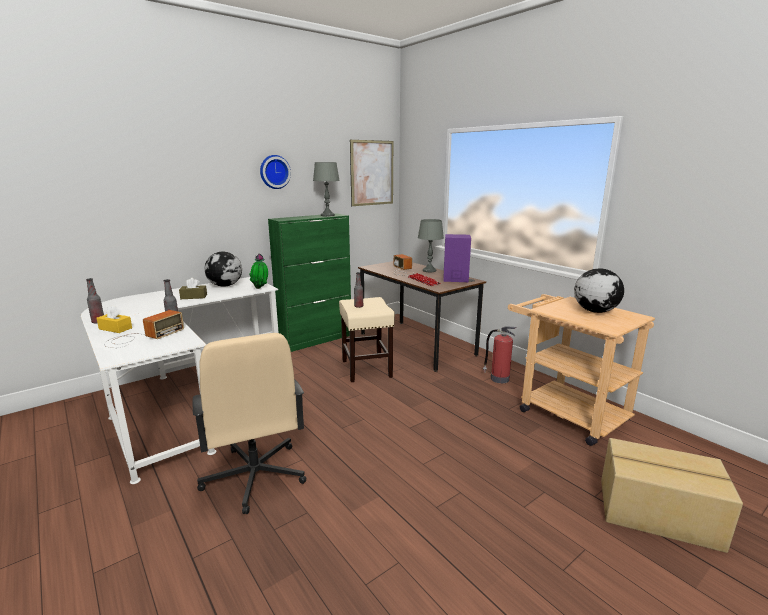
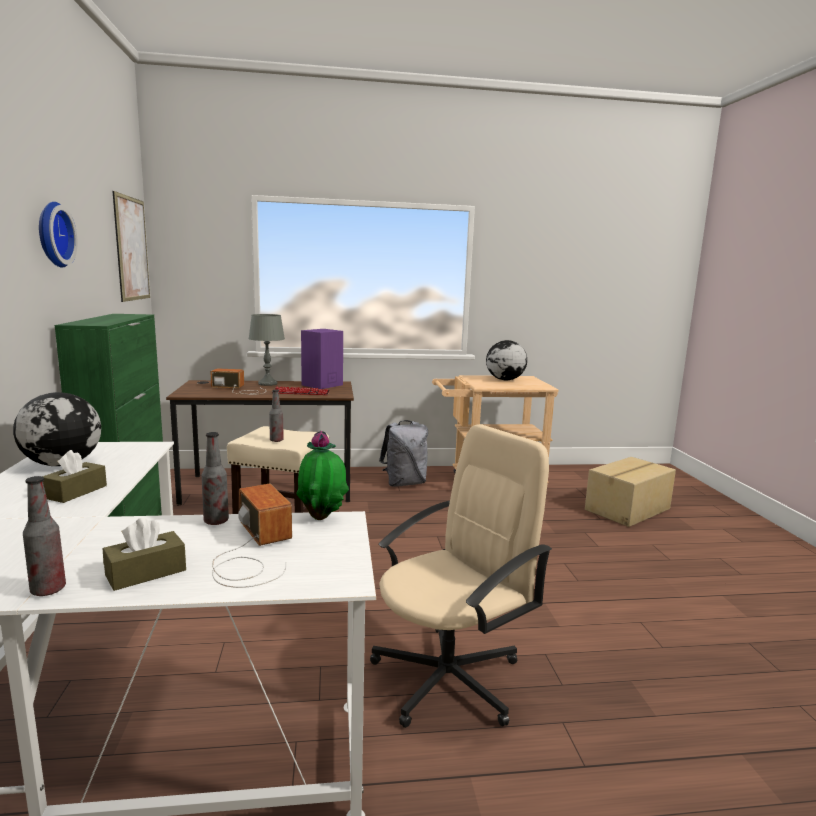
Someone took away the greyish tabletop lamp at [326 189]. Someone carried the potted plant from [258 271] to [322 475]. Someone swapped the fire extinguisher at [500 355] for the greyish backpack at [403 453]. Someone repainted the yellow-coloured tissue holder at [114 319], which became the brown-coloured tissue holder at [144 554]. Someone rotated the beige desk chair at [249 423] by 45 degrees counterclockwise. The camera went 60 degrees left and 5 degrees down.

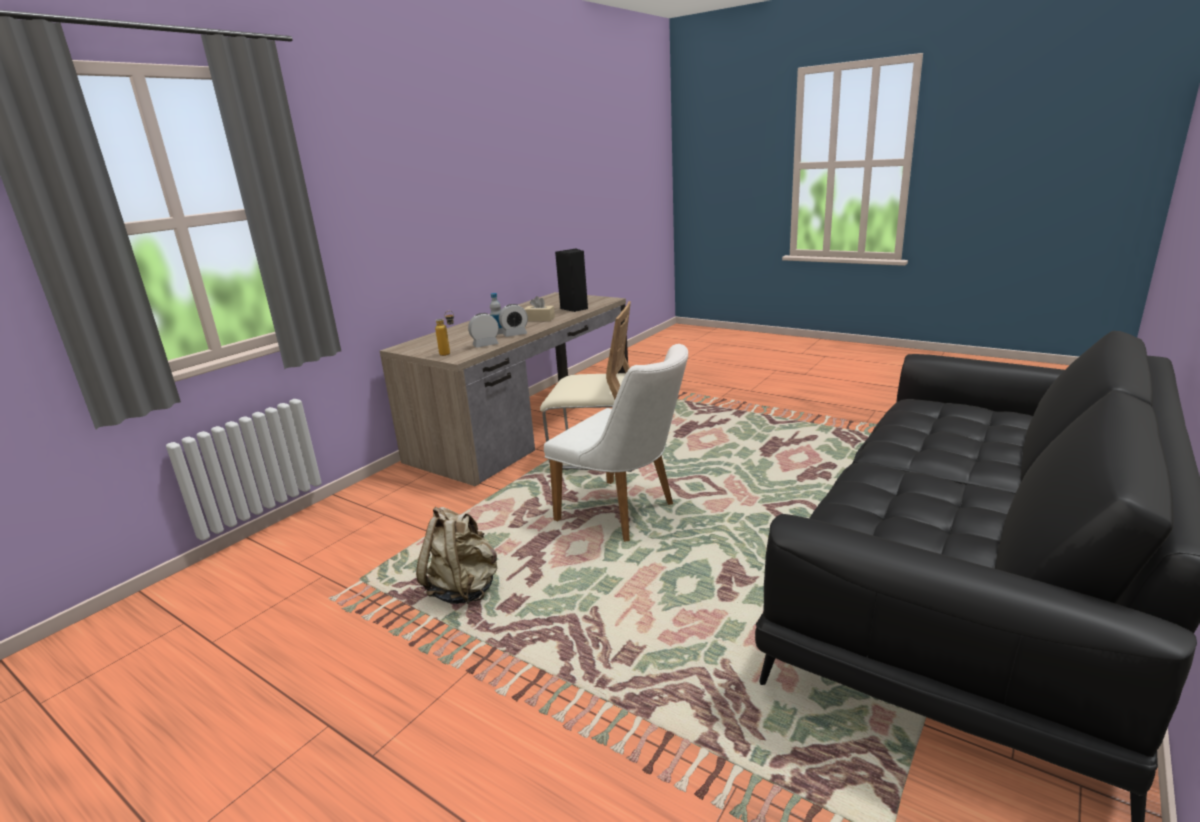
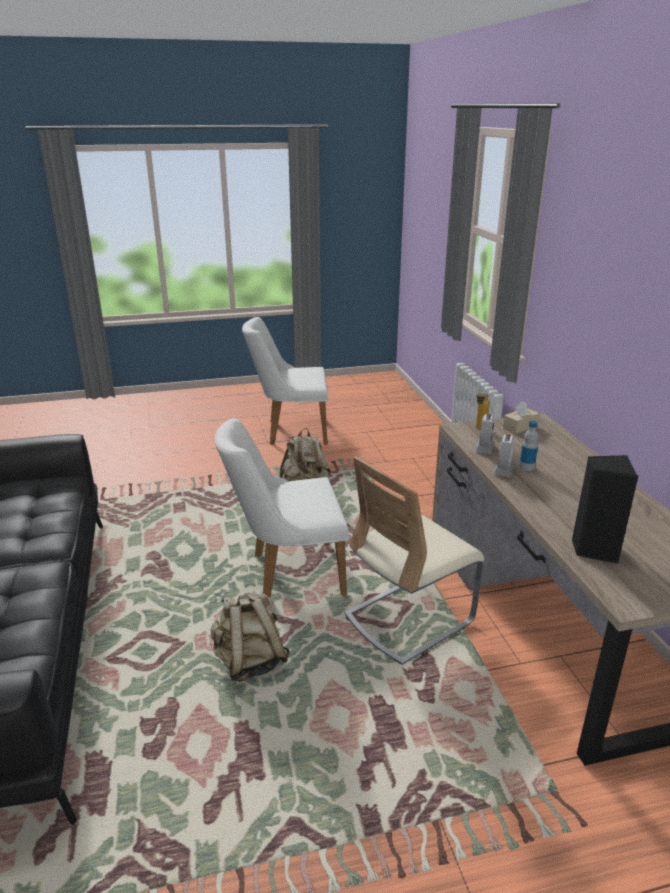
Someone put down the beige backpack at [250 635]. Someone put down the white-coloured plain chair at [285 381]. Someone carried the beige tissue holder from [539 308] to [521 417]. The camera went 130 degrees right and 5 degrees up.

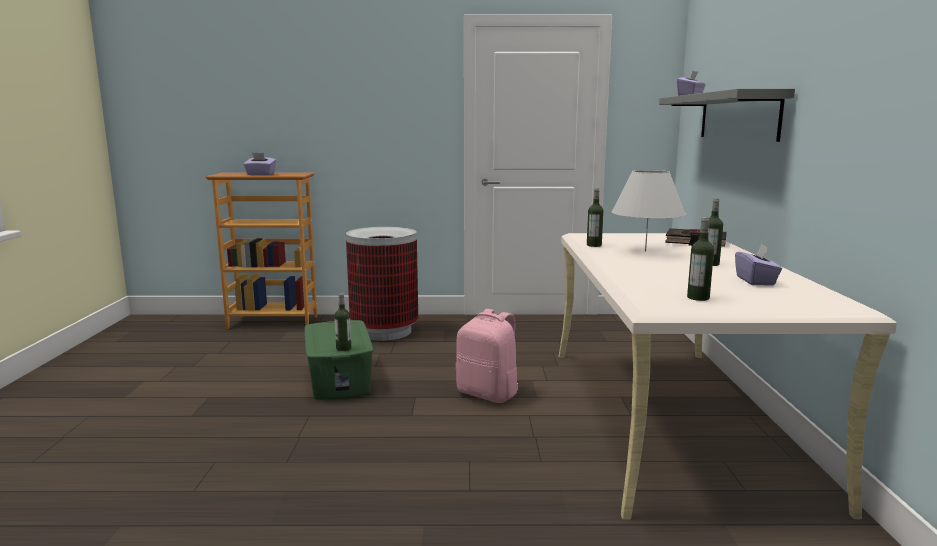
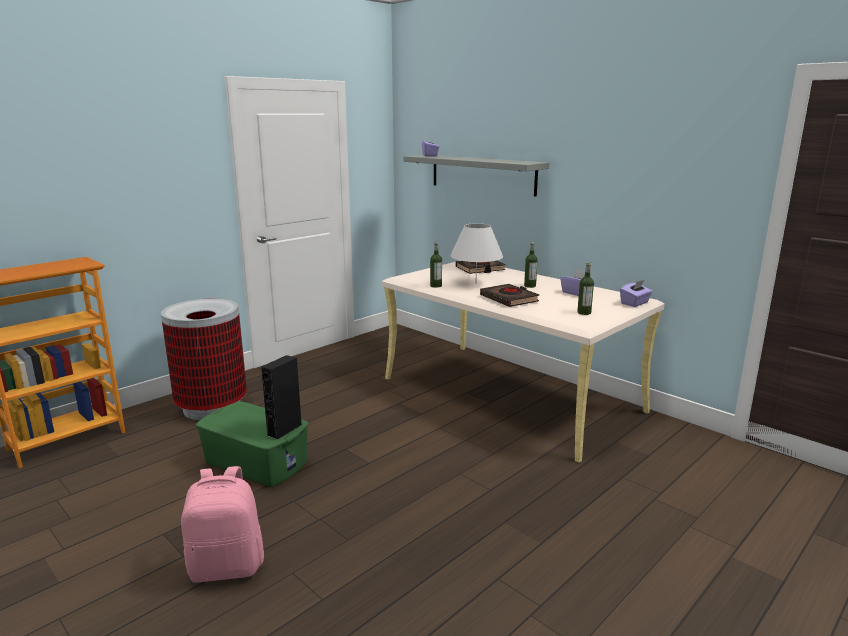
Someone put down the black bound book at [509 295]. Someone carried the purple tissue holder from [259 164] to [636 293]. Someone carried the pink-coloured backpack from [487 356] to [222 524]. Someone swapped the drink bottle at [342 322] for the black speaker at [281 397]. The camera went 45 degrees left and 5 degrees up.

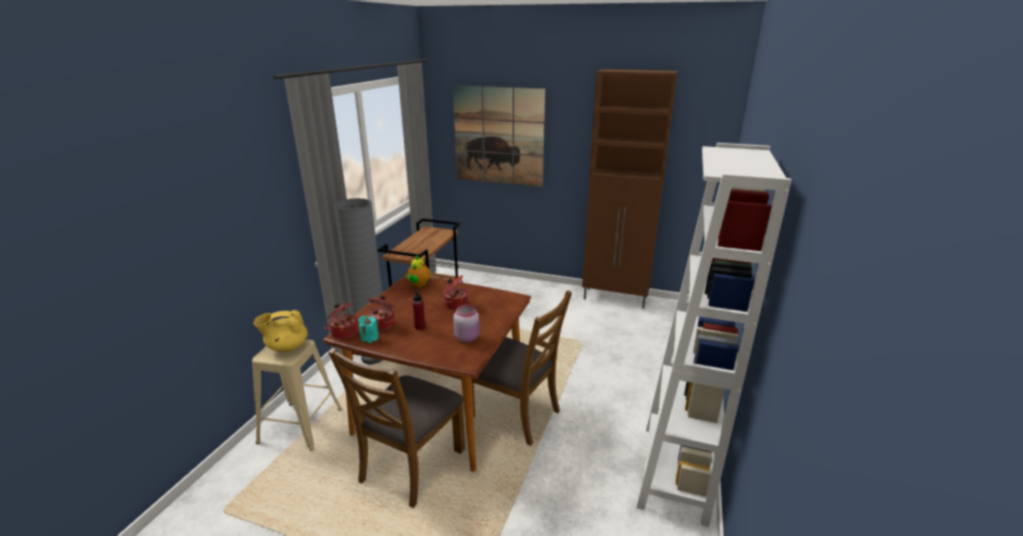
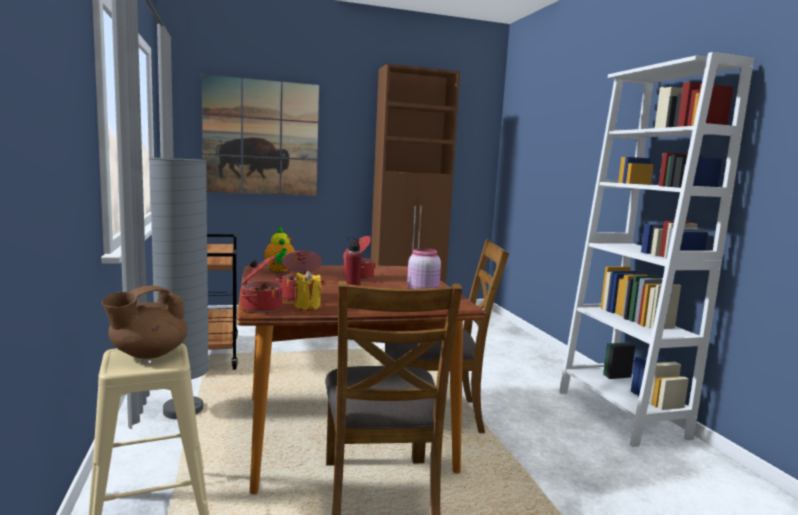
Someone repainted the yellow-coloured tea pot at [281 331], which became the brown-coloured tea pot at [144 322]. Someone repainted the blue-green wax candle at [368 329], which became the yellow-coloured wax candle at [308 290]. The camera went 35 degrees left and 15 degrees down.

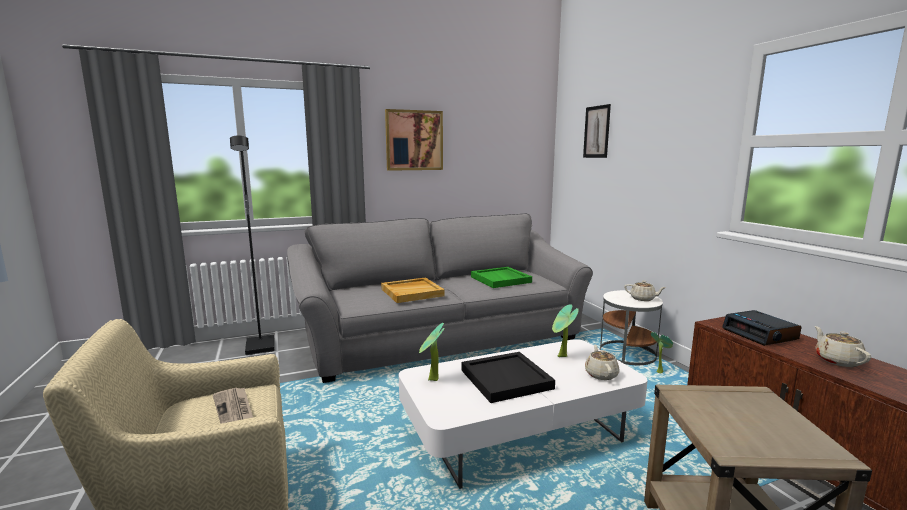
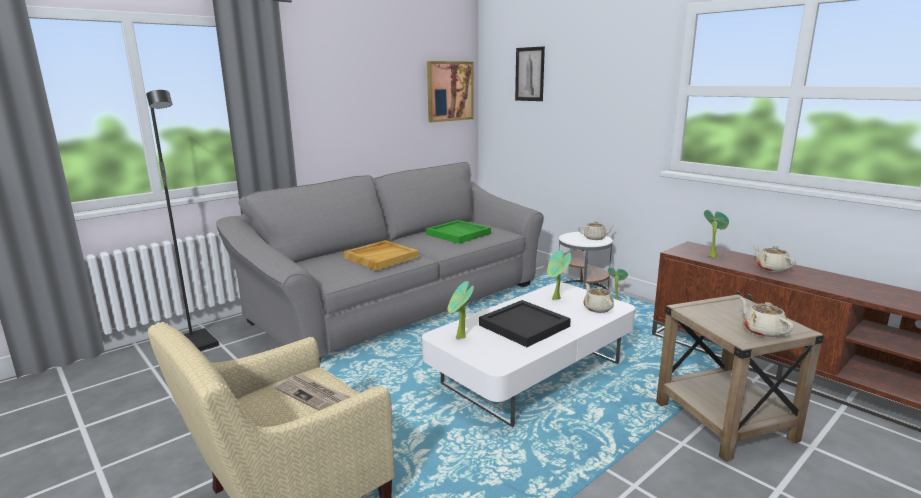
Someone put down the beige tea pot at [767 317]. Someone carried the picture from [414 140] to [450 91]. Someone swapped the alarm clock at [762 328] for the potted plant at [716 234]. The camera went 20 degrees left and 5 degrees up.

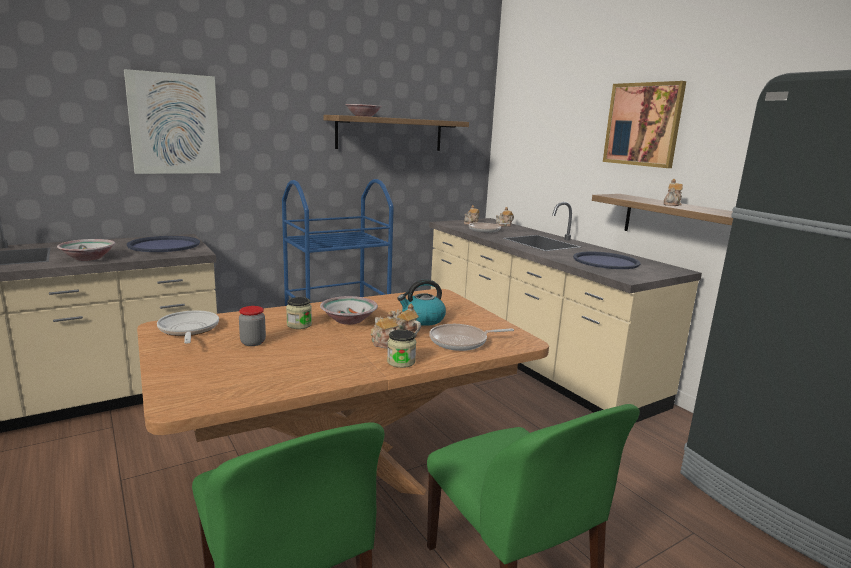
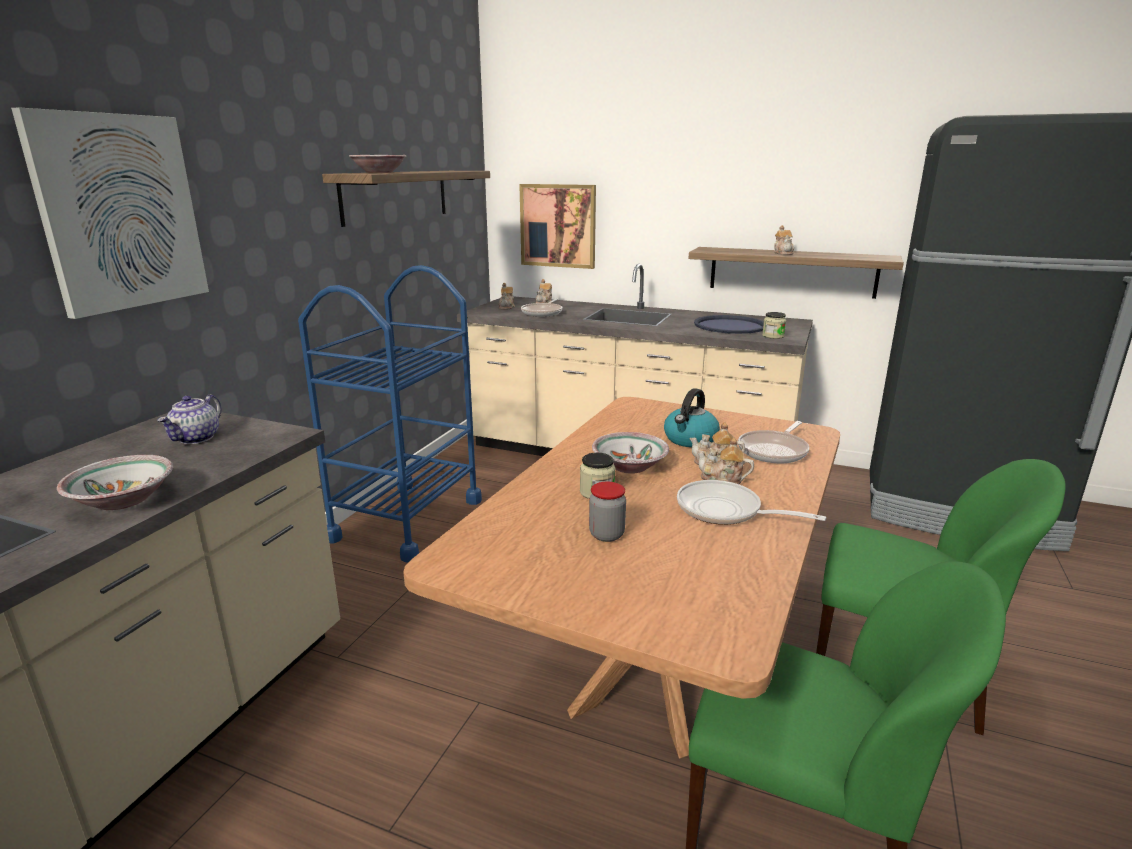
Someone carried the frying pan from [188 327] to [751 502]. Someone carried the storage jar from [401 349] to [774 325]. Someone carried the picture from [644 124] to [557 226]. Someone swapped the blue-coloured serving tray at [163 244] for the tea pot at [189 419]. The camera went 35 degrees left and 5 degrees up.

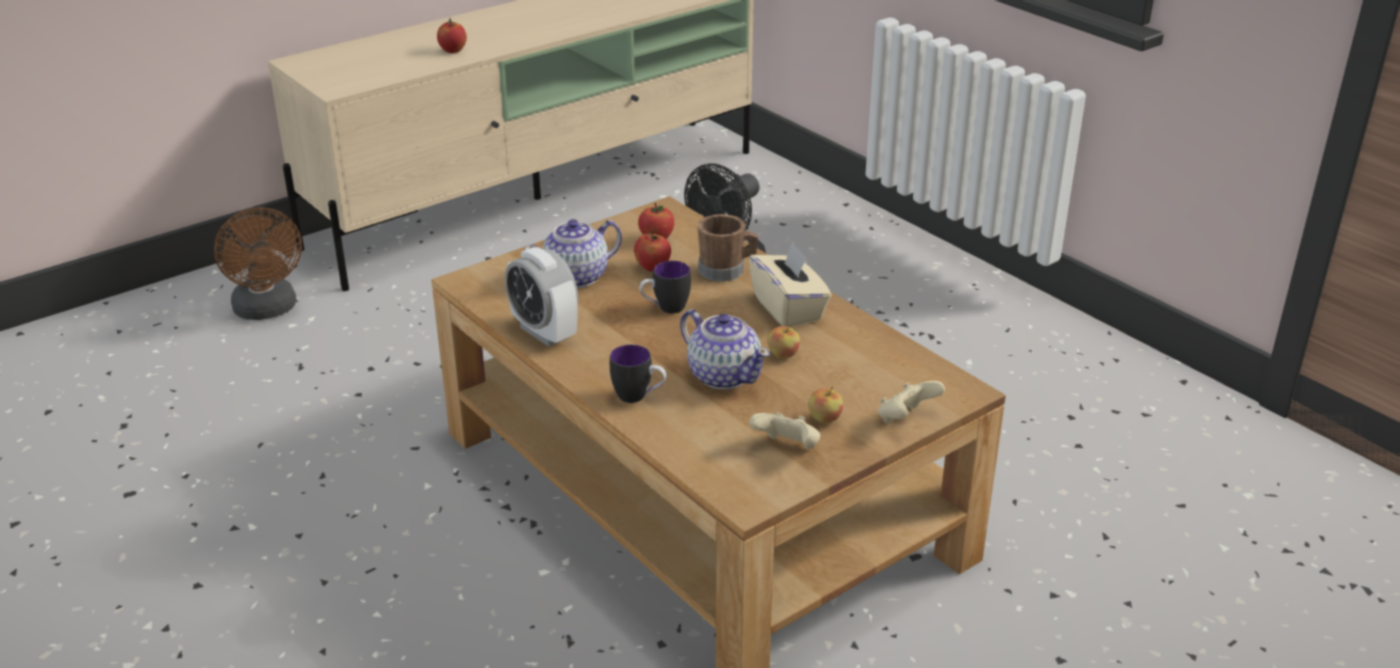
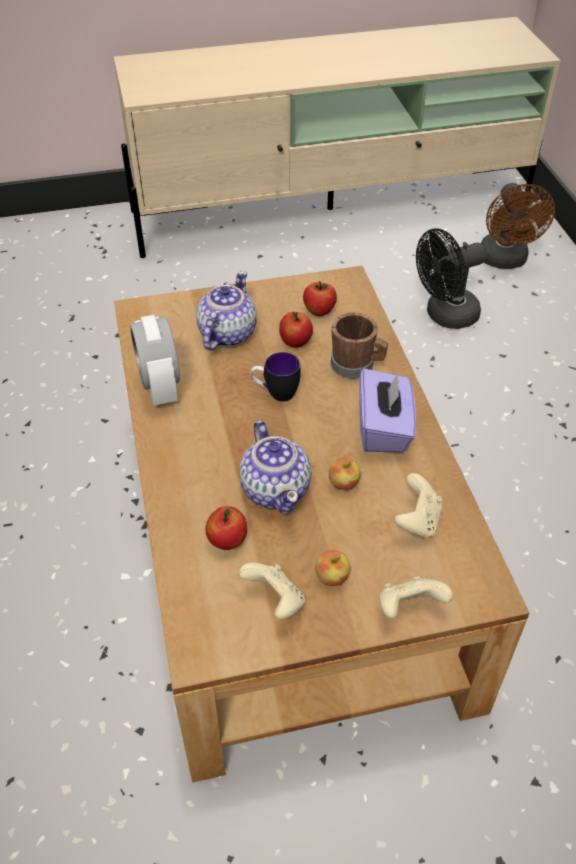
Someone took away the tea mug at [638 374]. Someone put down the beige gamepad at [418 506]. Someone carried the brown-coloured fan from [258 263] to [518 226]. Someone carried the apple fruit from [452 35] to [226 528]. Someone repainted the beige tissue holder at [790 284], which became the purple tissue holder at [387 411]. Someone rotated the tea pot at [573 253] by 120 degrees clockwise. The camera went 25 degrees right and 15 degrees up.

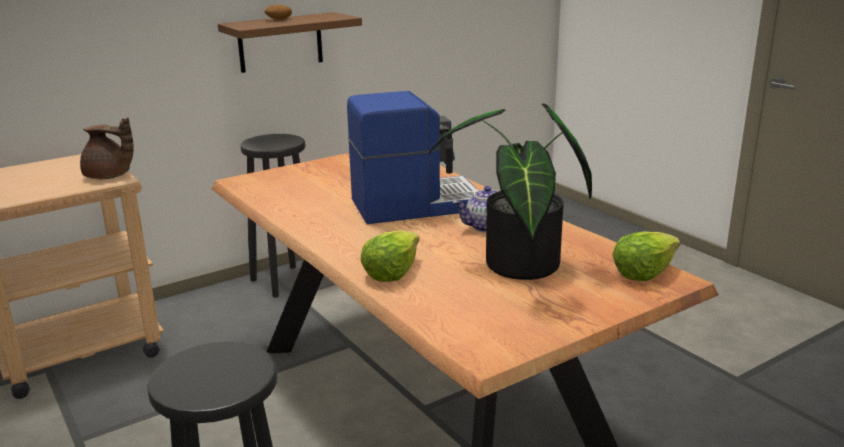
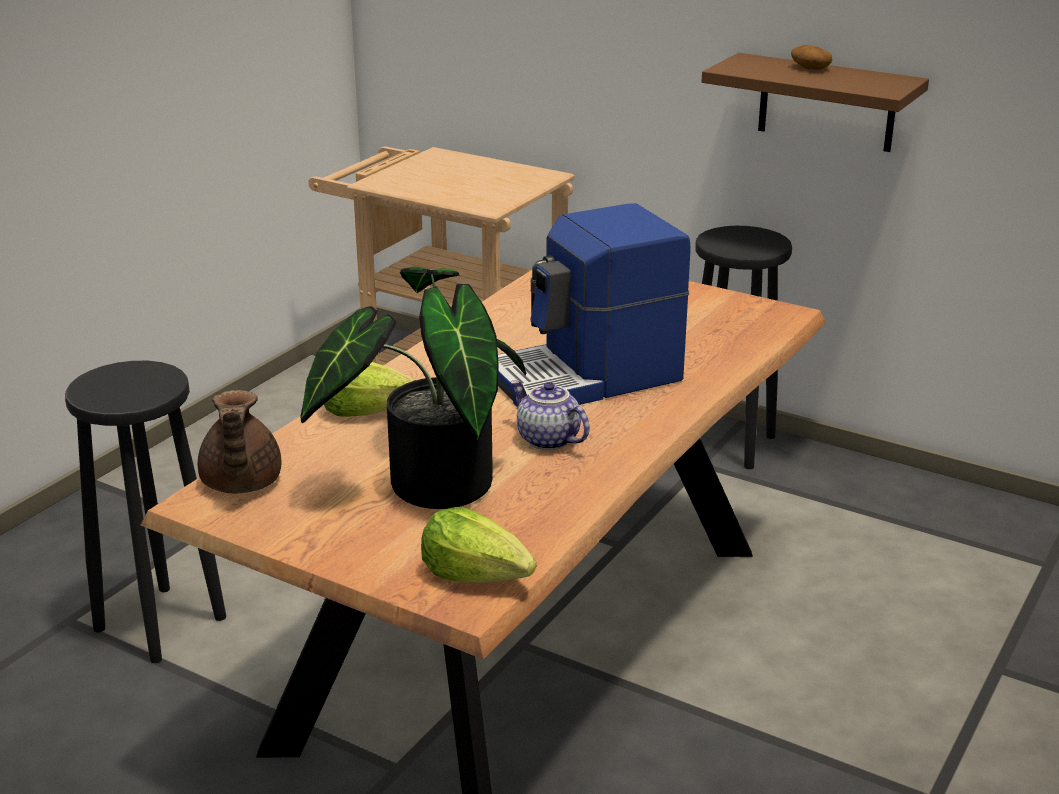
Someone carried the brown-coloured tea pot from [107 148] to [239 441]. Someone rotated the coffee brewer at [413 157] by 105 degrees clockwise. The camera went 65 degrees right and 5 degrees up.

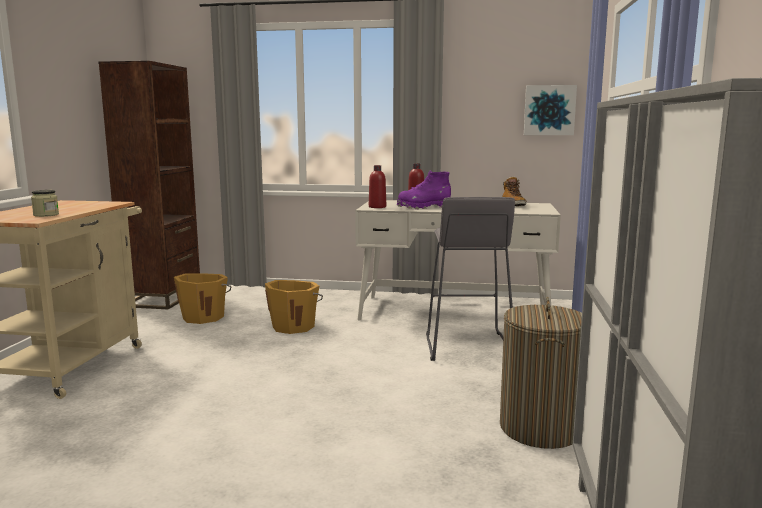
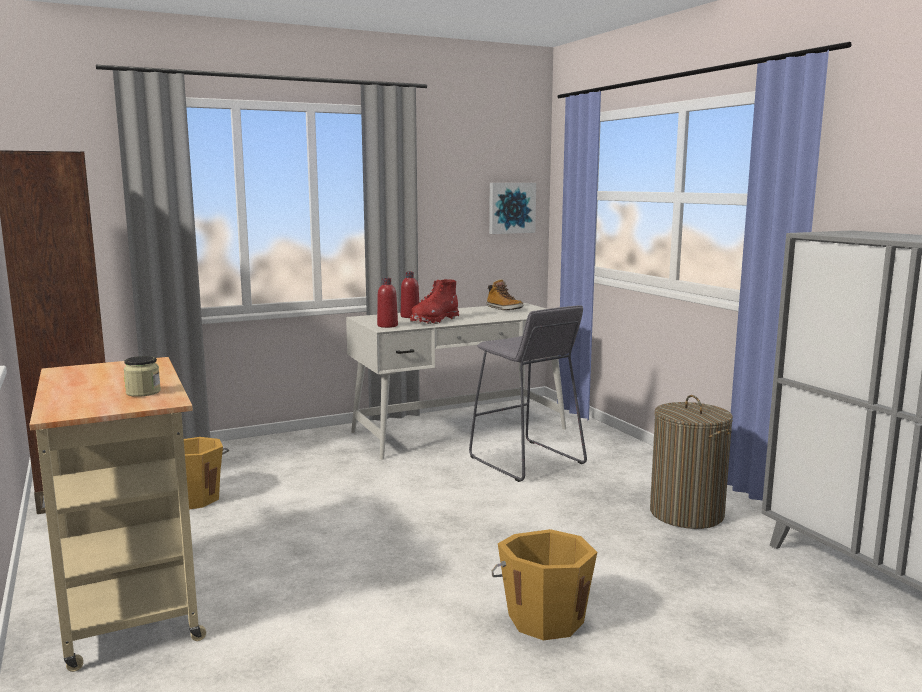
Someone carried the orange water bucket from [294 307] to [544 584]. Someone repainted the purple boot at [424 190], which became the reddish boot at [434 301]. The camera went 35 degrees left and 0 degrees up.

